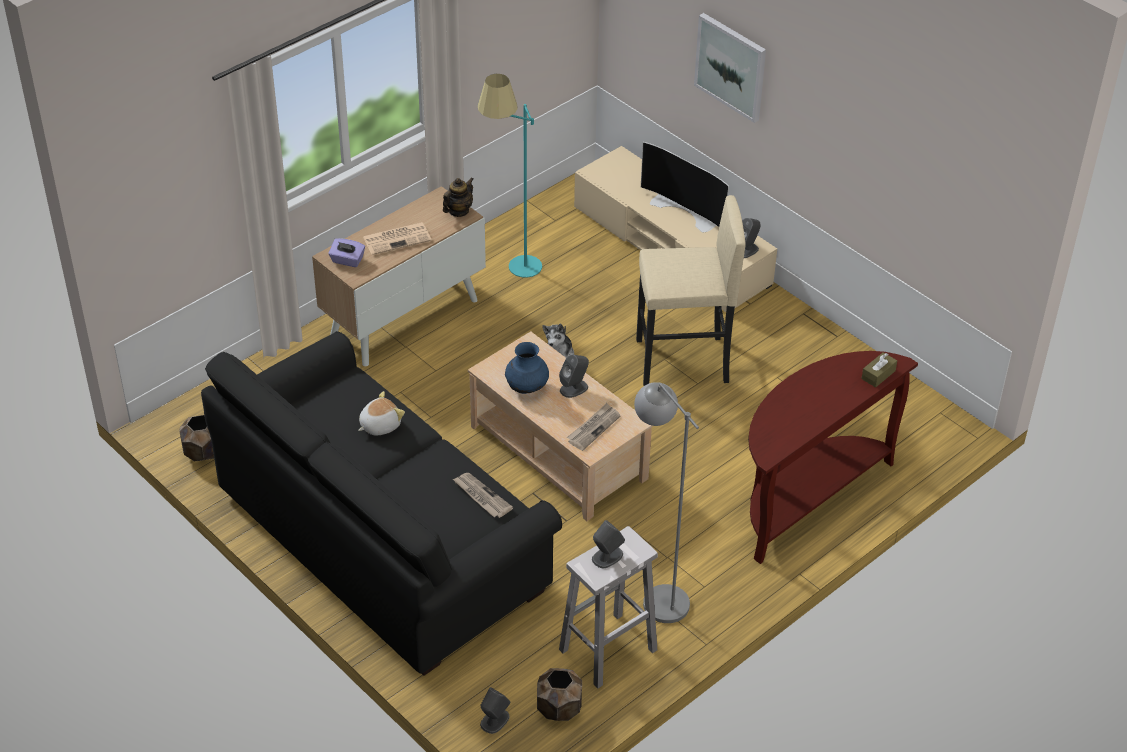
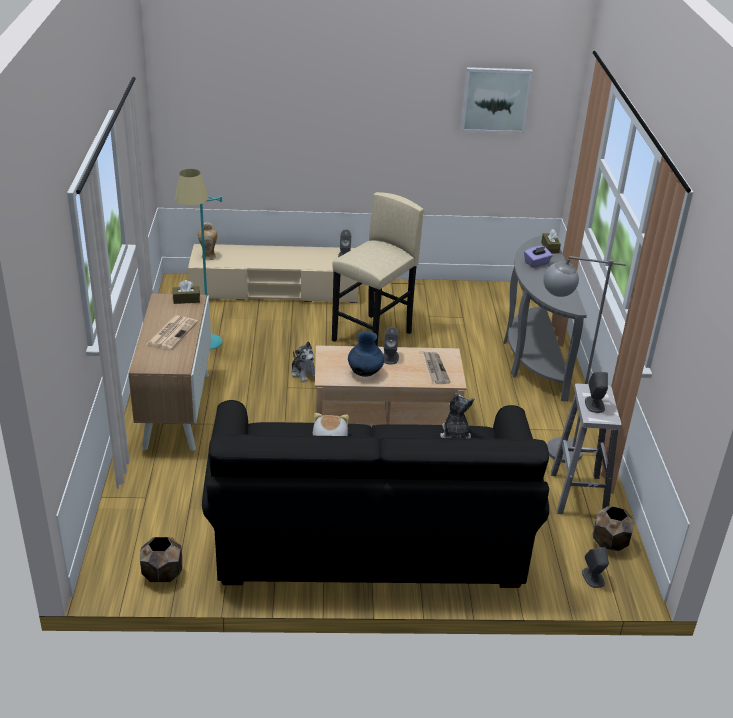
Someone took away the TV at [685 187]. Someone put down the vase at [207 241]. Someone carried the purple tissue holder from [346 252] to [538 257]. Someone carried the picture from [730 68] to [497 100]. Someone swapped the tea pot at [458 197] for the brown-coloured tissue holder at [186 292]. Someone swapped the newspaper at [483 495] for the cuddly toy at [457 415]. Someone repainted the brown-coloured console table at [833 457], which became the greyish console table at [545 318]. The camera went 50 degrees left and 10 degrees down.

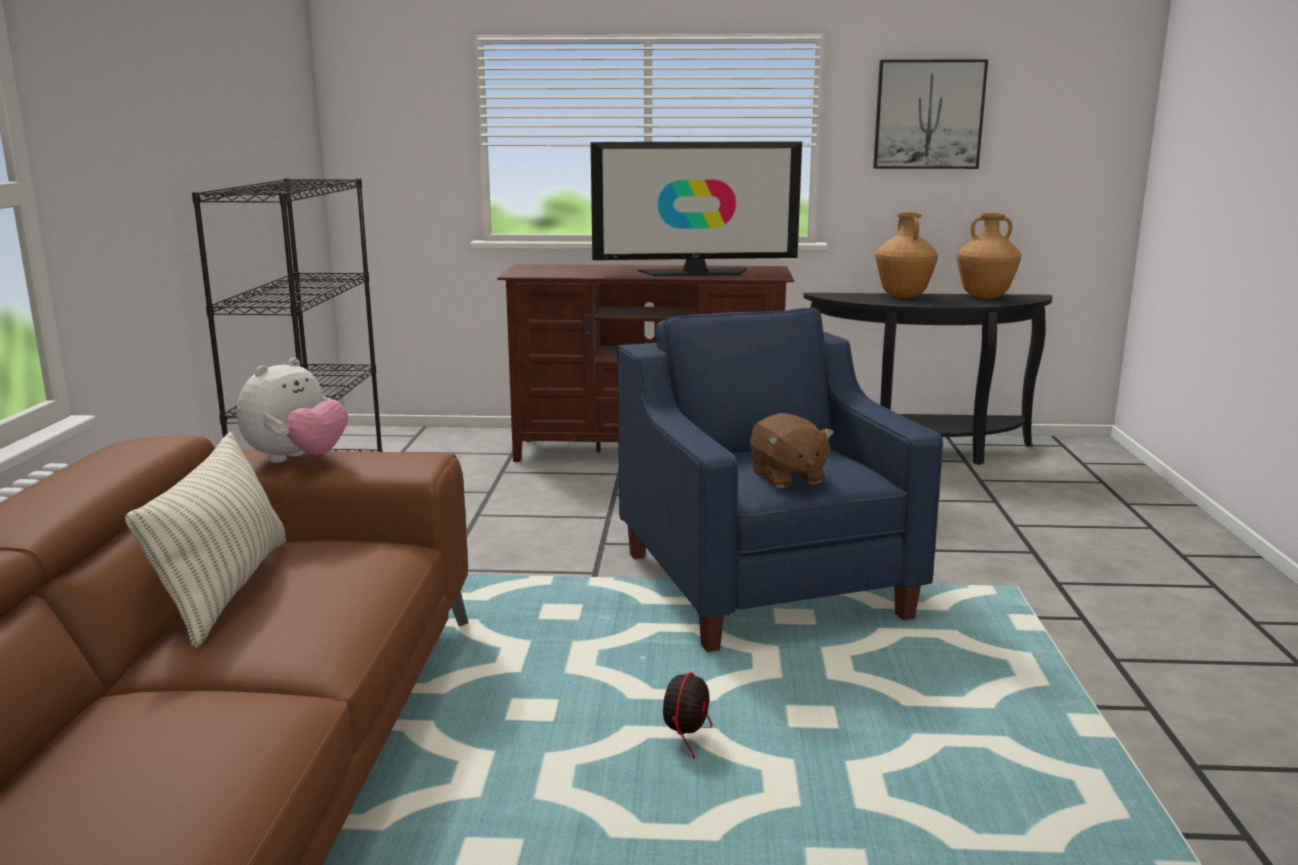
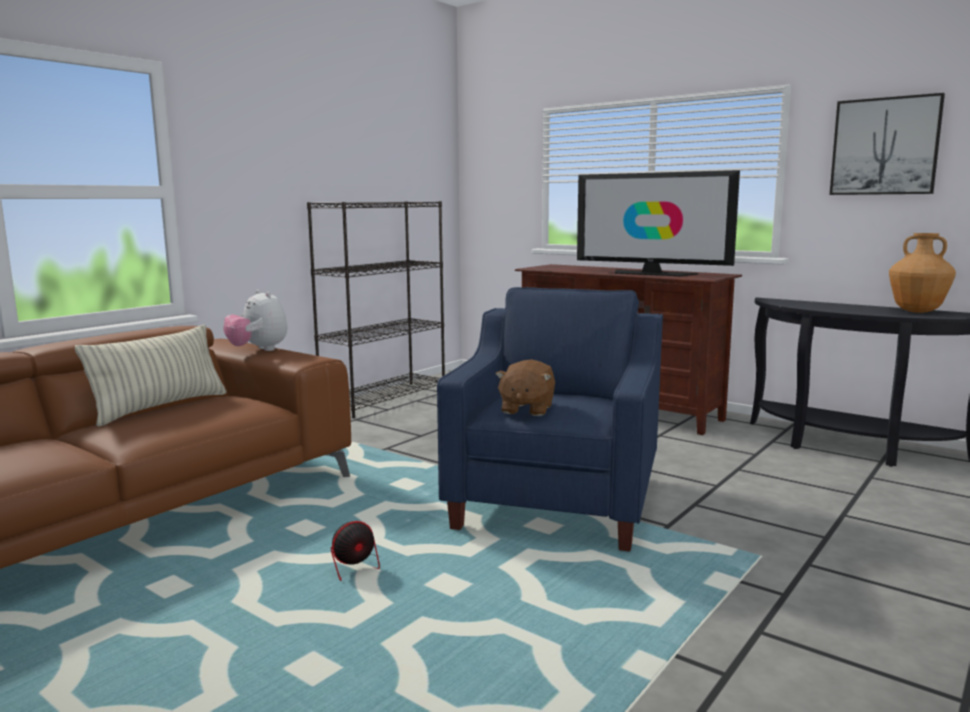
Someone took away the brown-coloured vase at [907 255]. Someone rotated the cuddly toy at [292 410] by 75 degrees clockwise. The camera went 35 degrees right and 5 degrees down.

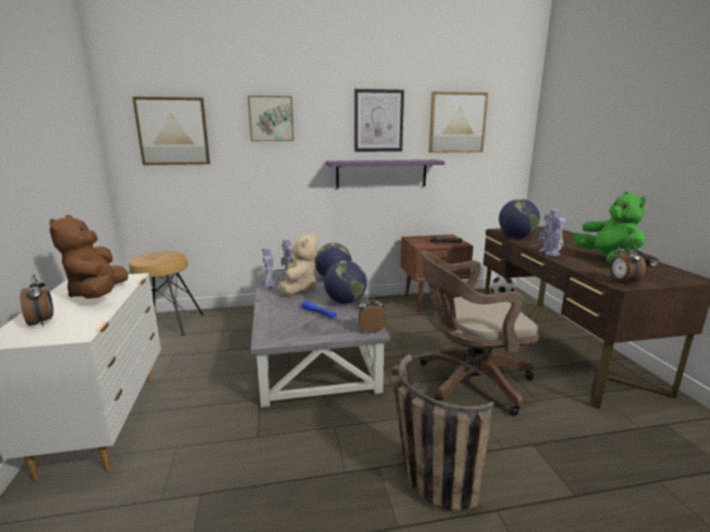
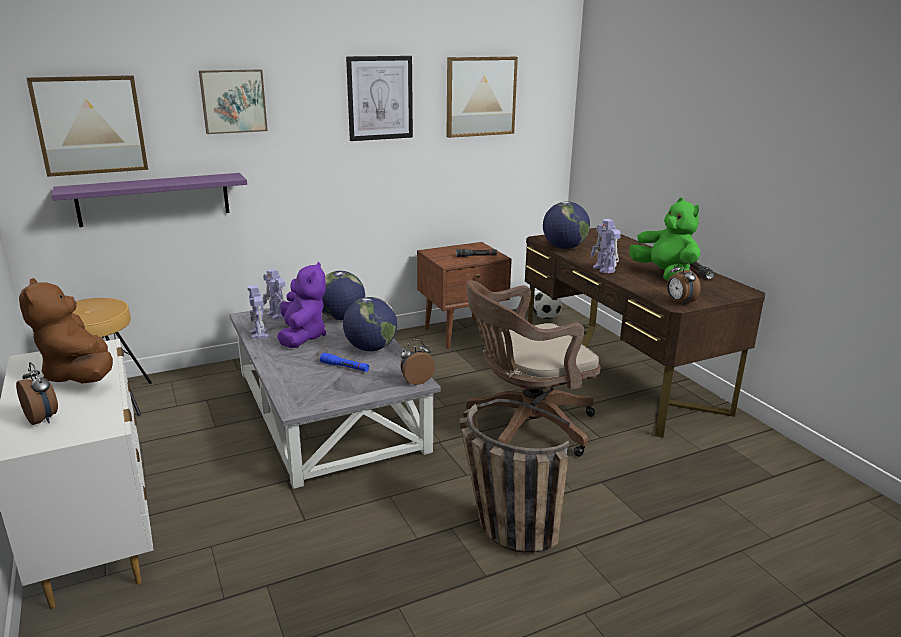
Someone carried the purple bracket shelf from [385 174] to [149 200]. Someone repainted the beige cuddly toy at [297 264], which became the purple cuddly toy at [301 304]. The camera went 15 degrees left and 5 degrees up.

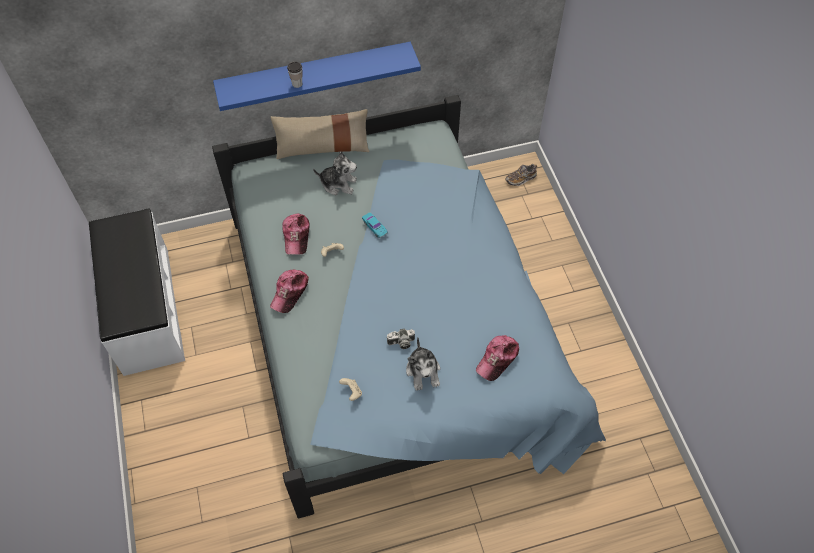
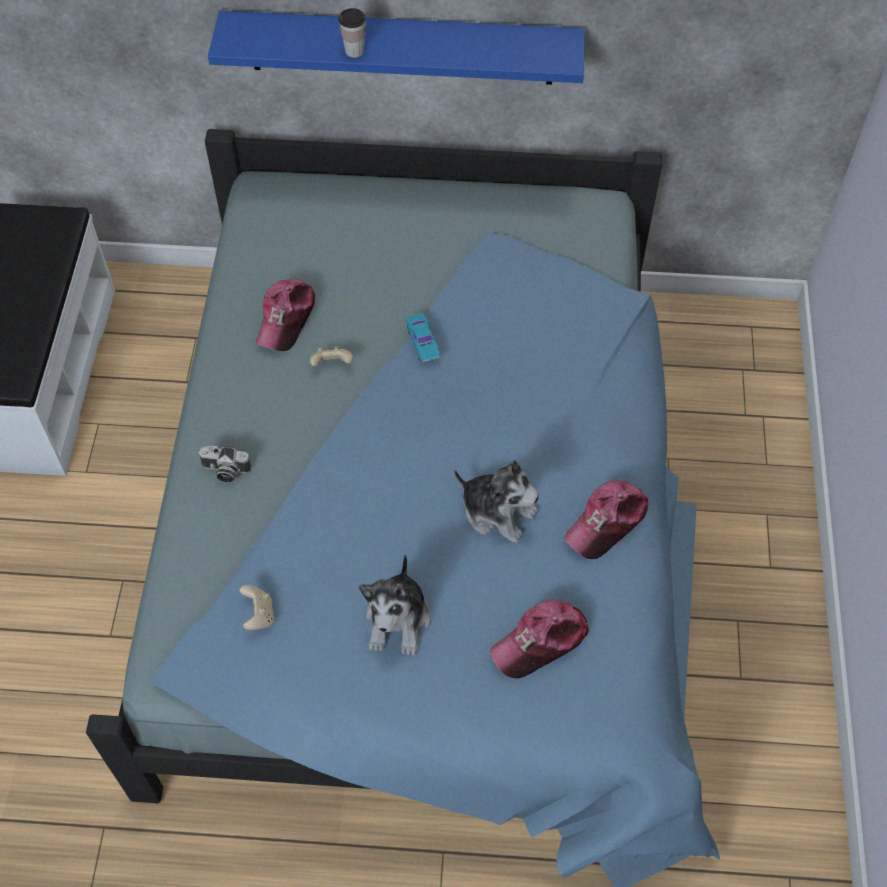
Someone took away the beige pillow at [320 134]. Someone took away the low shoe at [521 175]. Someone carried the peaked cap from [289 291] to [606 520]. Someone carried the cuddly toy from [335 173] to [496 501]. Someone carried the photo camera from [400 338] to [225 463]. The camera went 20 degrees right and 0 degrees up.

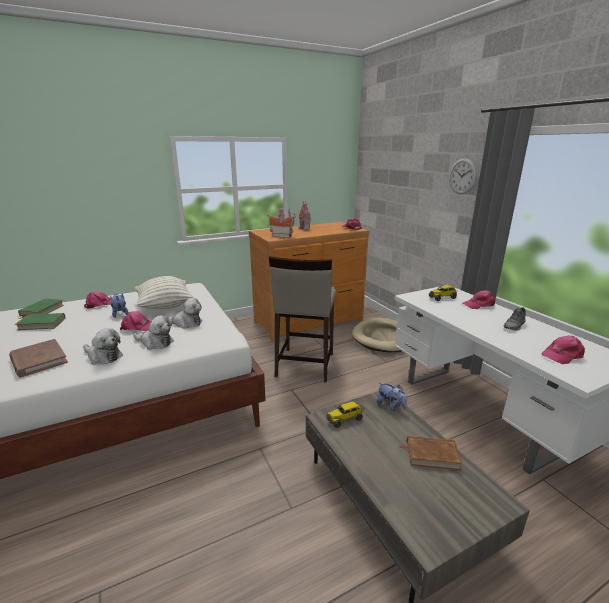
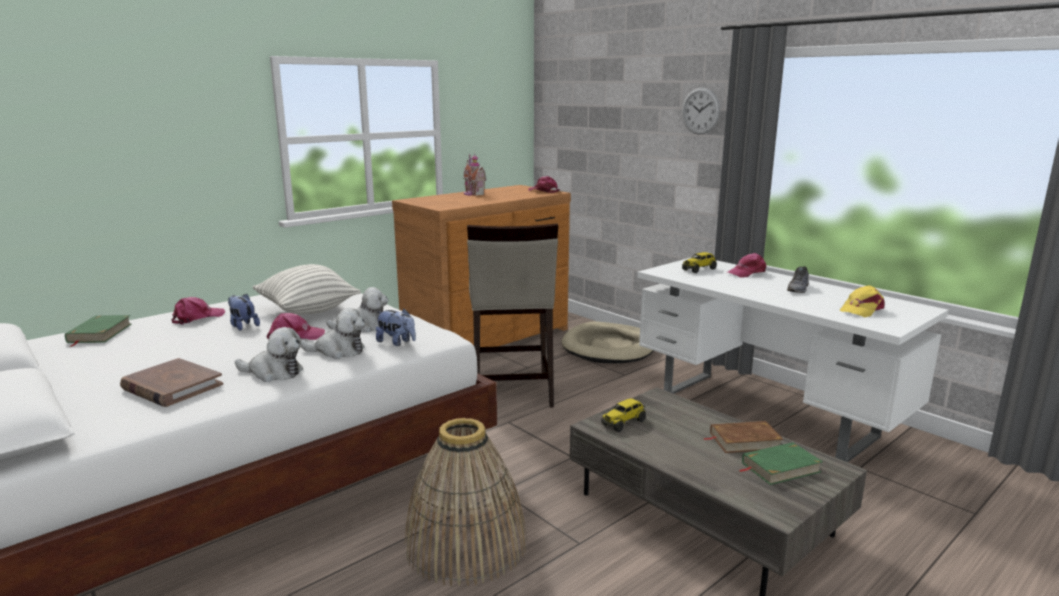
Someone took away the model house at [281 223]. Someone put down the household basket at [465 502]. Someone carried the greenish bound book from [40 321] to [781 463]. Someone carried the cuddly toy from [392 397] to [396 327]. Someone repainted the pink-coloured peaked cap at [563 350], which became the yellow-coloured peaked cap at [862 301]. The camera went 15 degrees left and 5 degrees down.

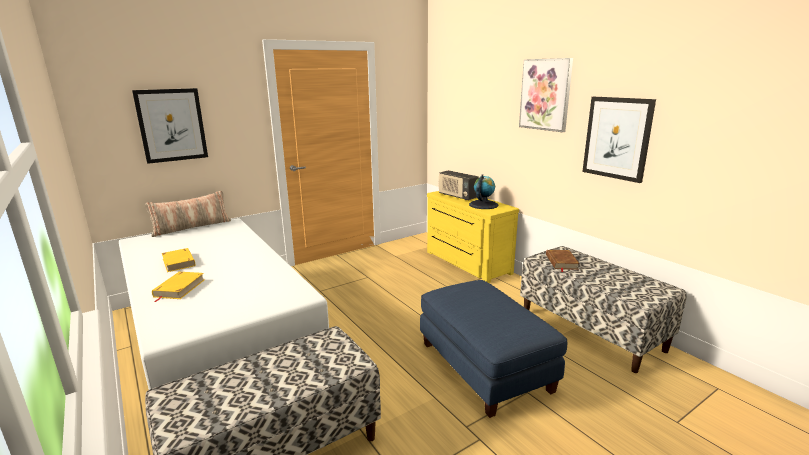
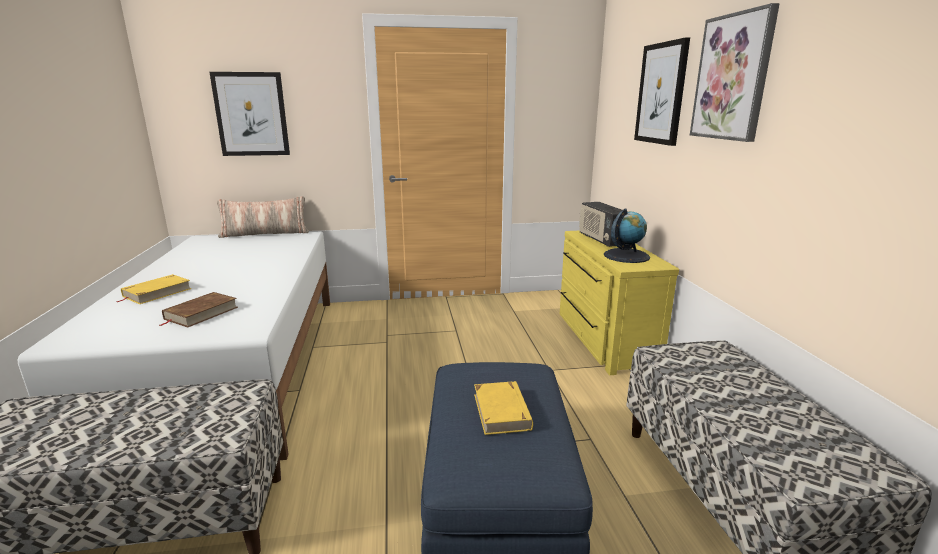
Someone carried the yellow-coloured bound book from [178 260] to [503 408]. Someone carried the brown-coloured bound book from [563 261] to [199 310]. Someone carried the picture from [619 140] to [662 91]. The camera went 25 degrees right and 0 degrees up.

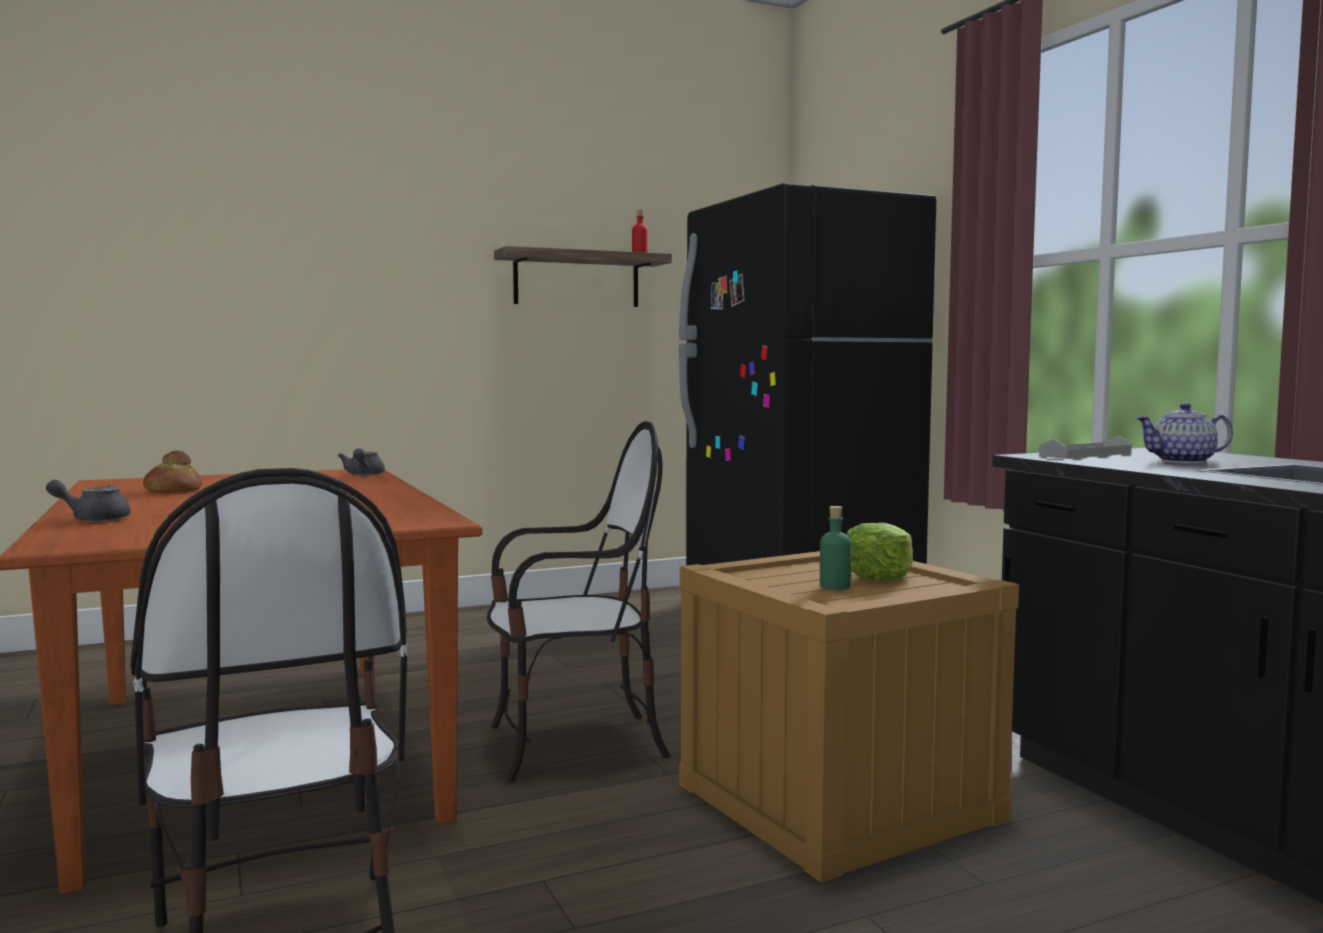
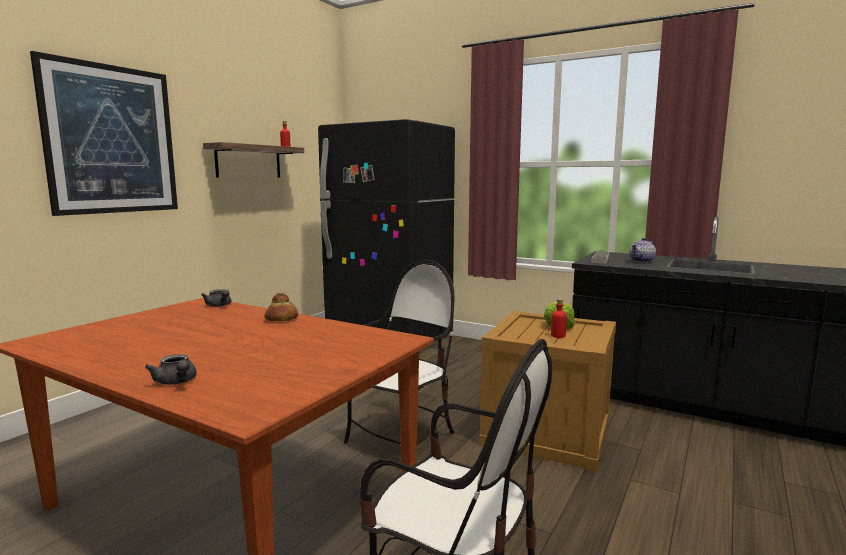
Someone put up the picture at [104 133]. Someone carried the bread from [172 471] to [281 307]. Someone repainted the greenish drink bottle at [835 548], which became the reddish drink bottle at [559 318]. Someone rotated the greyish tea pot at [88 501] by 90 degrees counterclockwise. The camera went 35 degrees left and 5 degrees up.

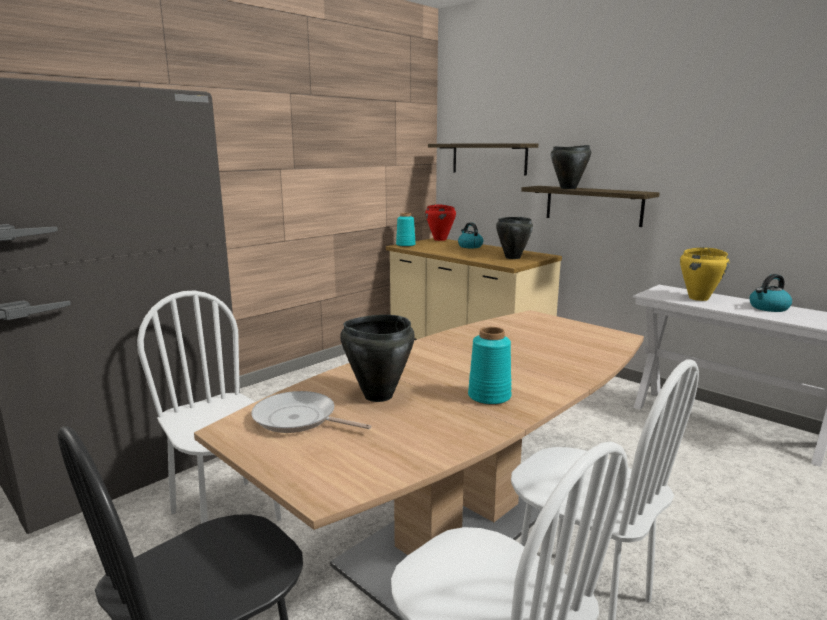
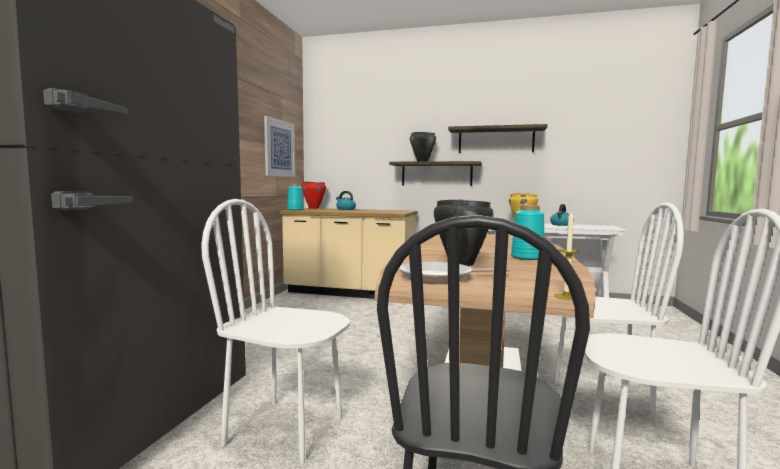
Someone took away the black stockpot at [514 238]. Someone put up the picture at [279 146]. Someone put down the wax candle at [567 256]. Someone carried the bracket shelf from [483 159] to [498 138]. The camera went 30 degrees left and 10 degrees down.

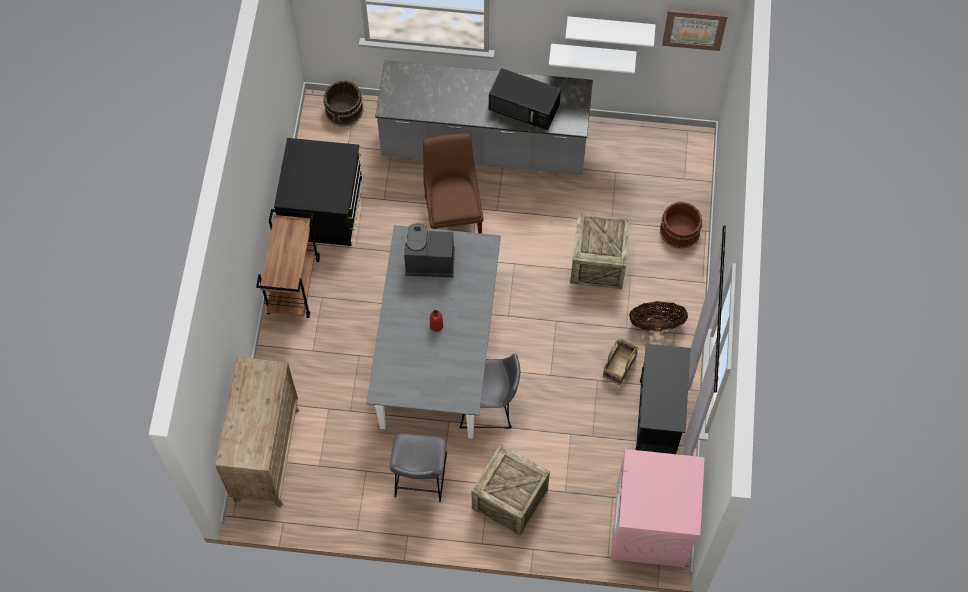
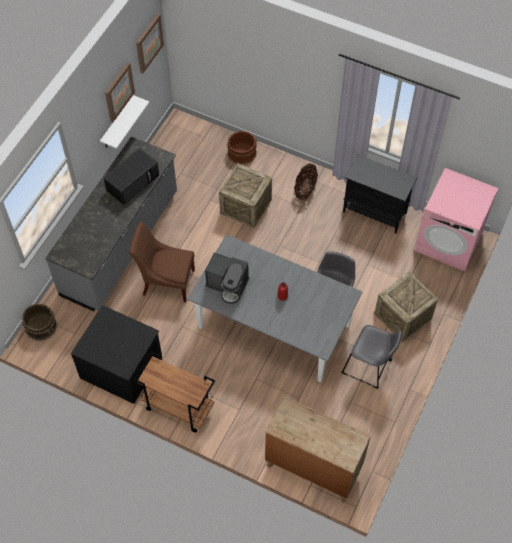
Someone took away the household basket at [621 362]. Someone swapped the white-coloured bracket shelf at [610 31] for the picture at [120 92]. Someone rotated the coffee brewer at [429 250] by 90 degrees counterclockwise. The camera went 70 degrees left and 5 degrees down.

